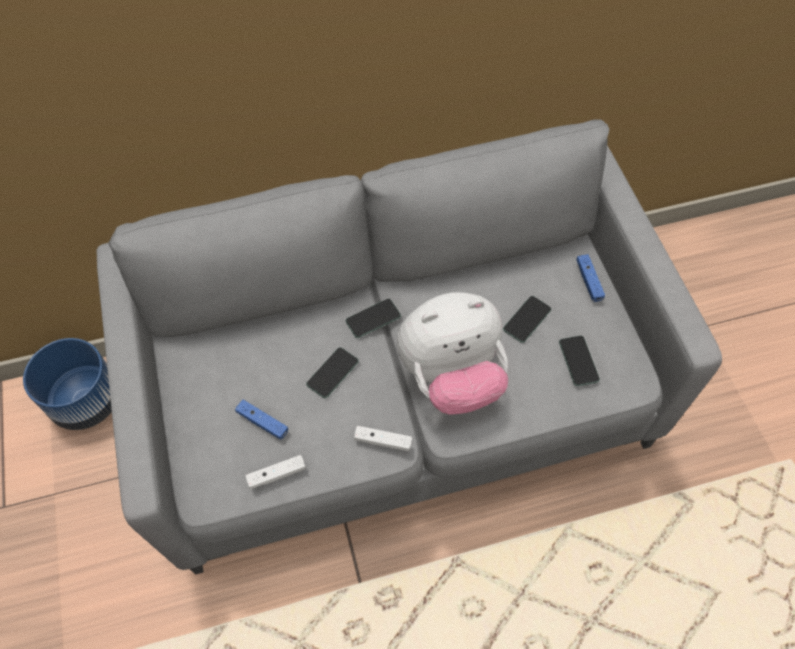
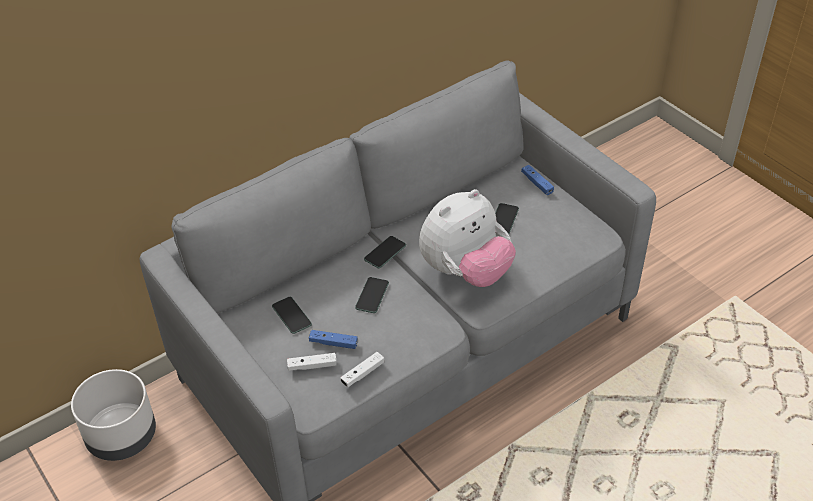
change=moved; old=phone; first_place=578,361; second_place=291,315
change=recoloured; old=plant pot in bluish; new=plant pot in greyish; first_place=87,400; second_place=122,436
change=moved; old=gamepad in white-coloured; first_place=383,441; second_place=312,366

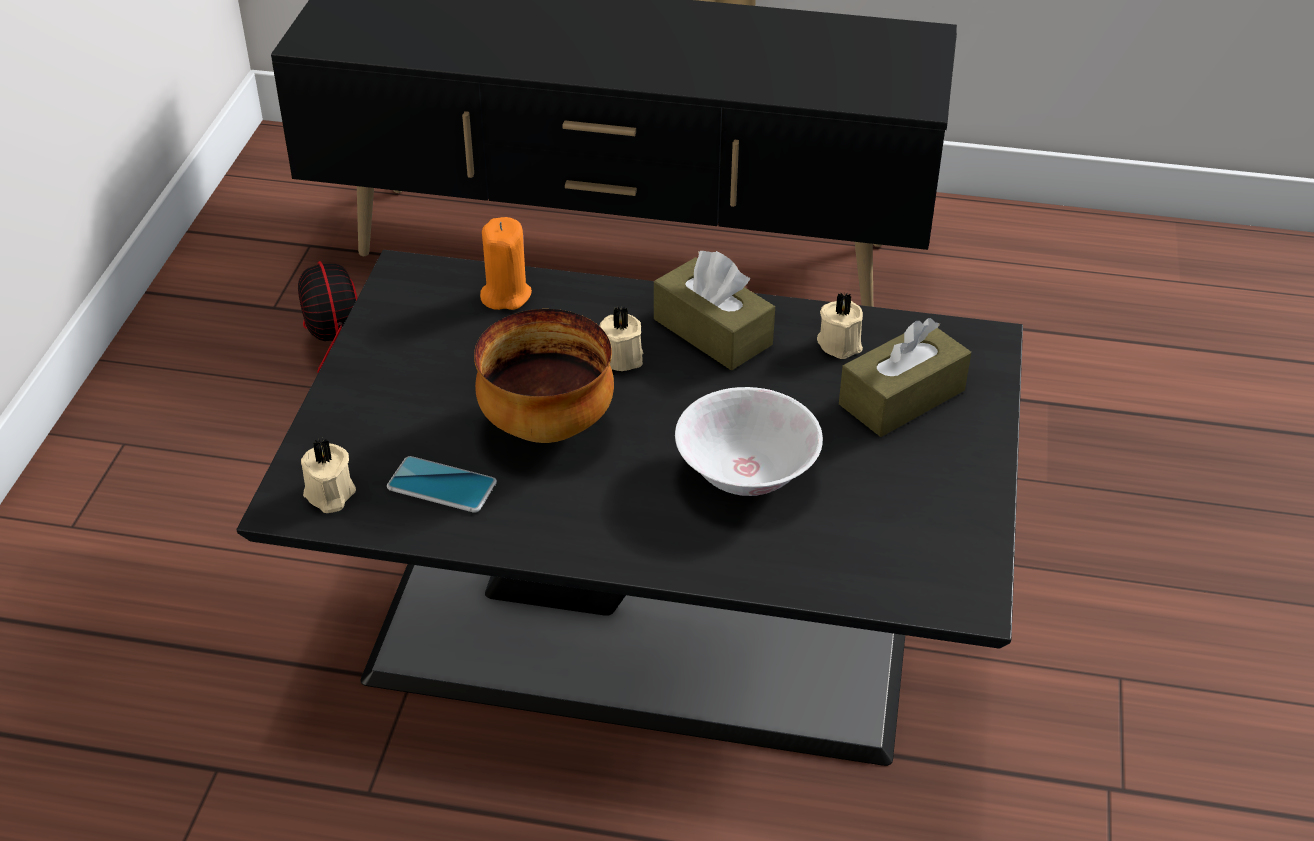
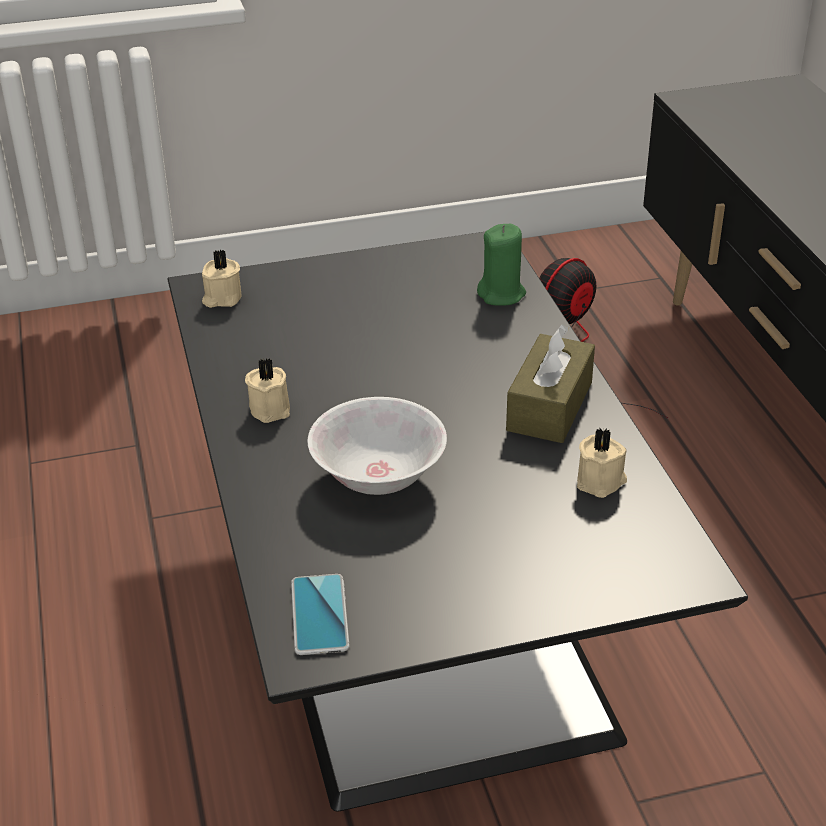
change=recoloured; old=candle in orangey; new=candle in greenish; first_place=505,295; second_place=501,294
change=moved; old=candle in beige; first_place=619,357; second_place=271,408
change=removed; old=serving bowl; first_place=547,425
change=removed; old=tissue holder in brown; first_place=901,397
change=moved; old=phone; first_place=442,485; second_place=319,615

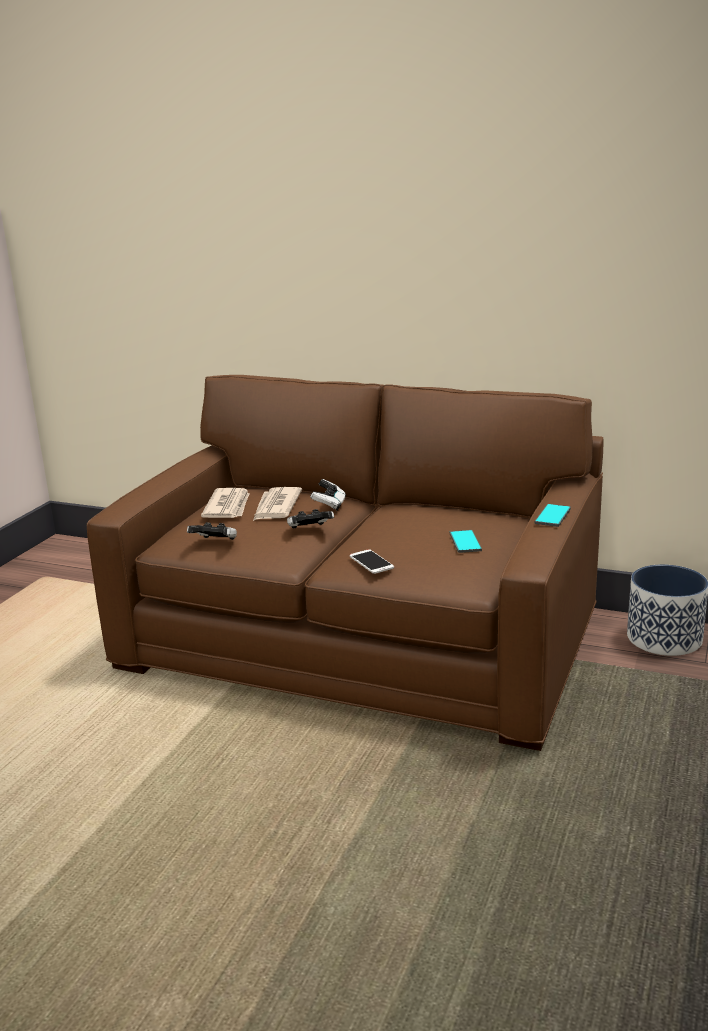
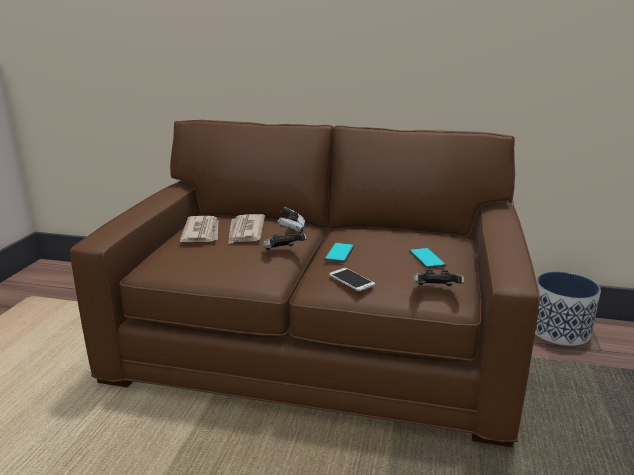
change=moved; old=phone; first_place=553,516; second_place=339,253
change=moved; old=gamepad; first_place=214,543; second_place=436,291

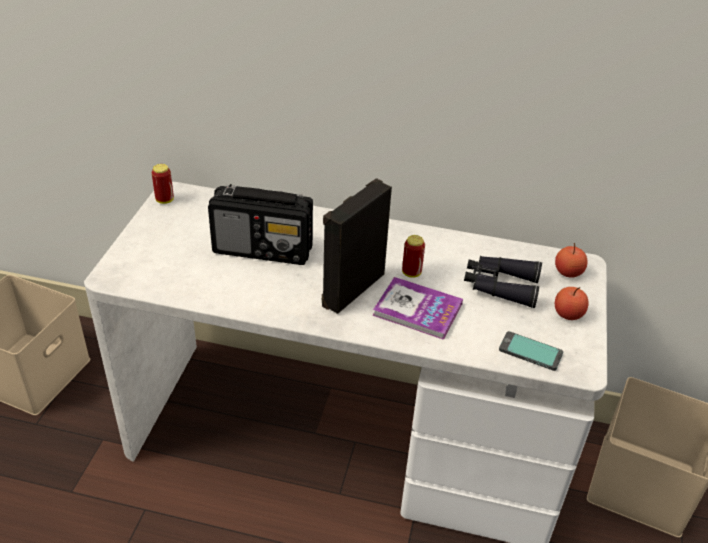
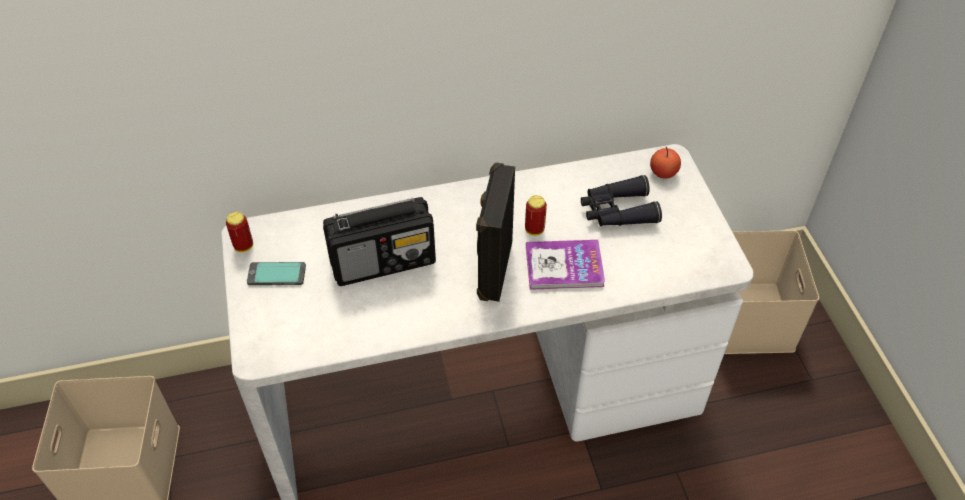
change=removed; old=apple fruit; first_place=568,314
change=moved; old=phone; first_place=530,352; second_place=276,275

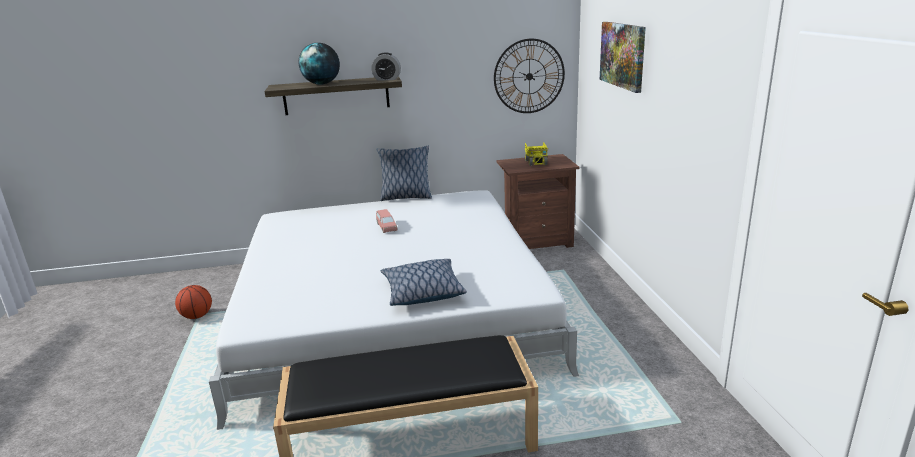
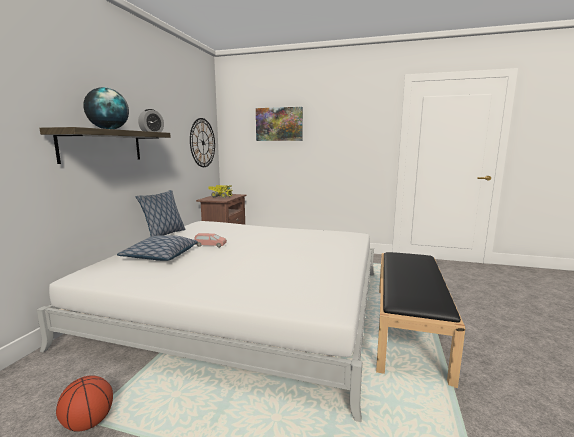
change=moved; old=cushion; first_place=422,292; second_place=160,256

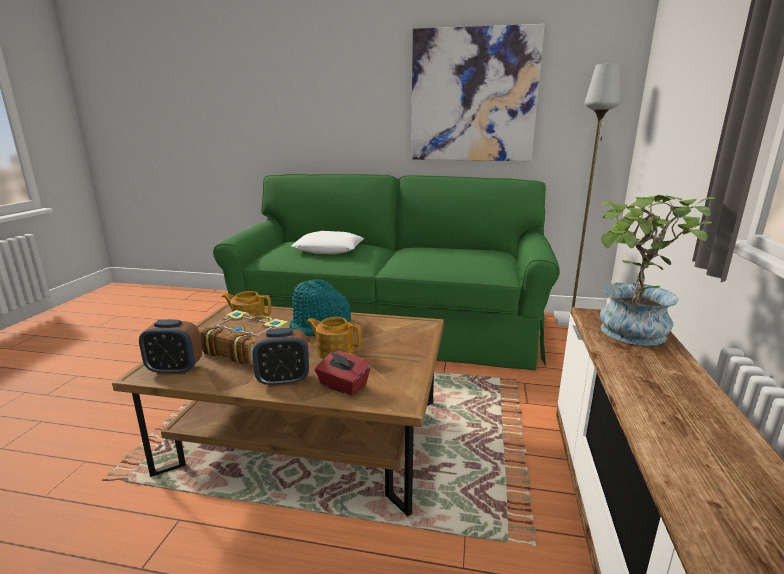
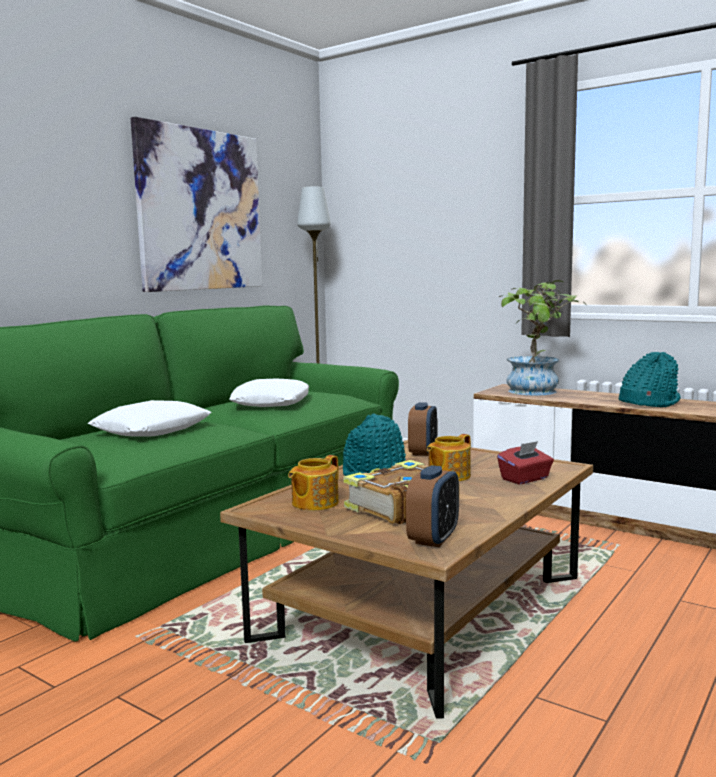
change=moved; old=alarm clock; first_place=283,380; second_place=423,452
change=added; new=clothing hat in turquoise-coloured; second_place=648,402
change=added; new=cushion in white-coloured; second_place=271,402

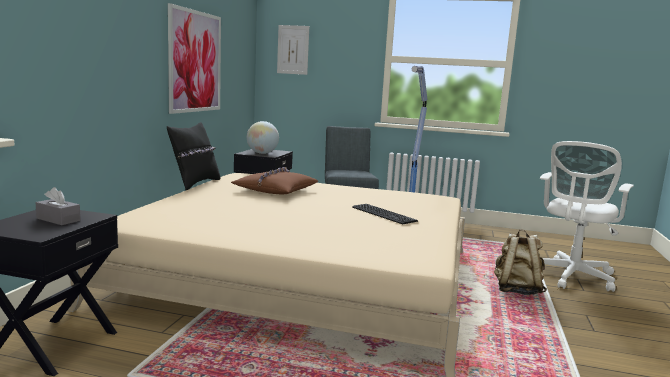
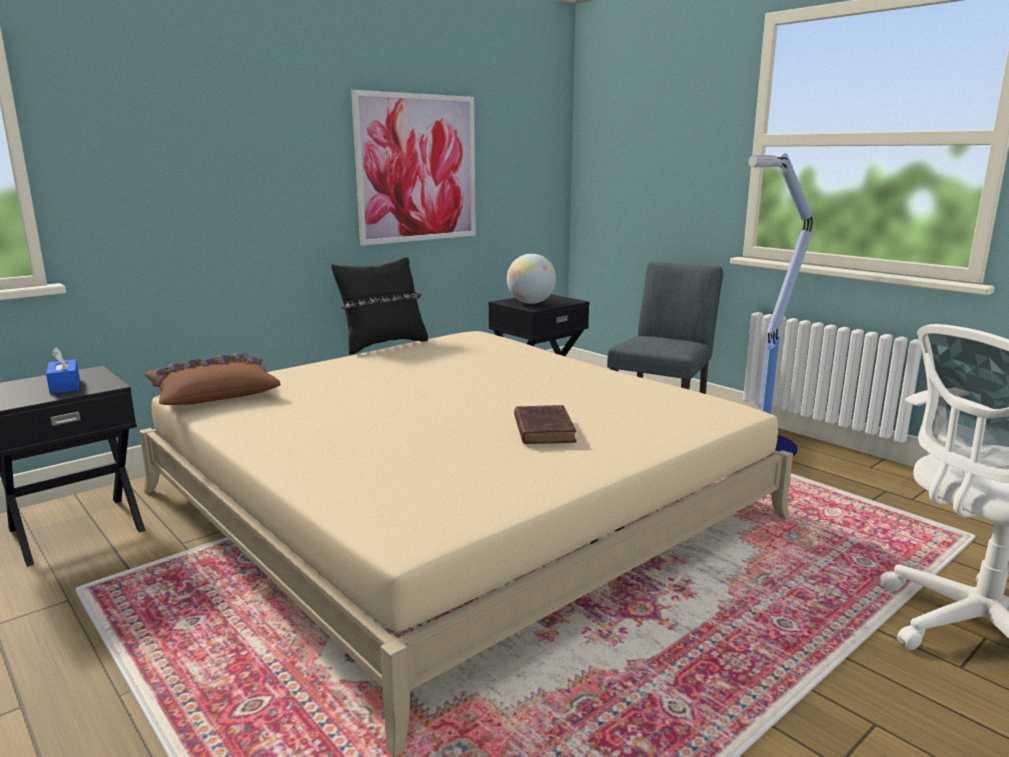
change=removed; old=picture; first_place=293,50
change=moved; old=cushion in brown; first_place=275,190; second_place=212,393
change=recoloured; old=tissue holder in greyish; new=tissue holder in bluish; first_place=58,219; second_place=65,385
change=replaced; old=PC keyboard; new=volume in brown; first_place=384,213; second_place=543,429
change=removed; old=knapsack in beige; first_place=516,290

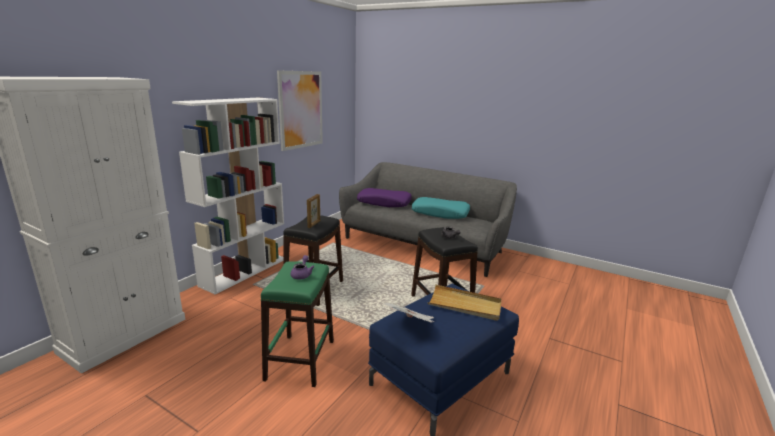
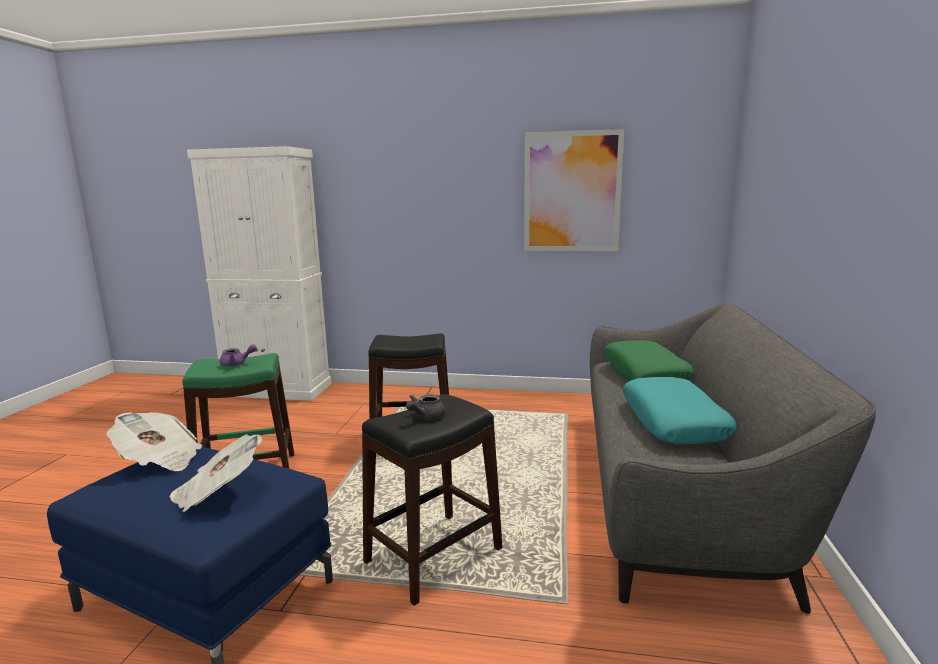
change=removed; old=bookshelf in white-coloured; first_place=245,271
change=recoloured; old=cushion in purple-coloured; new=cushion in greenish; first_place=384,203; second_place=645,373
change=removed; old=picture frame; first_place=314,224
change=replaced; old=serving tray in beige; new=printed paper; first_place=465,305; second_place=218,493

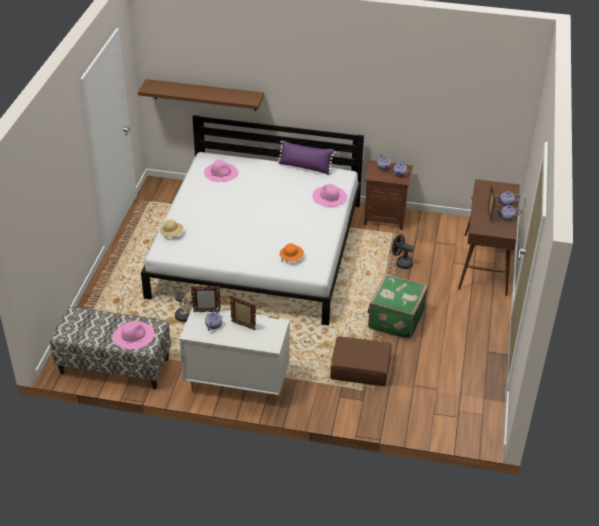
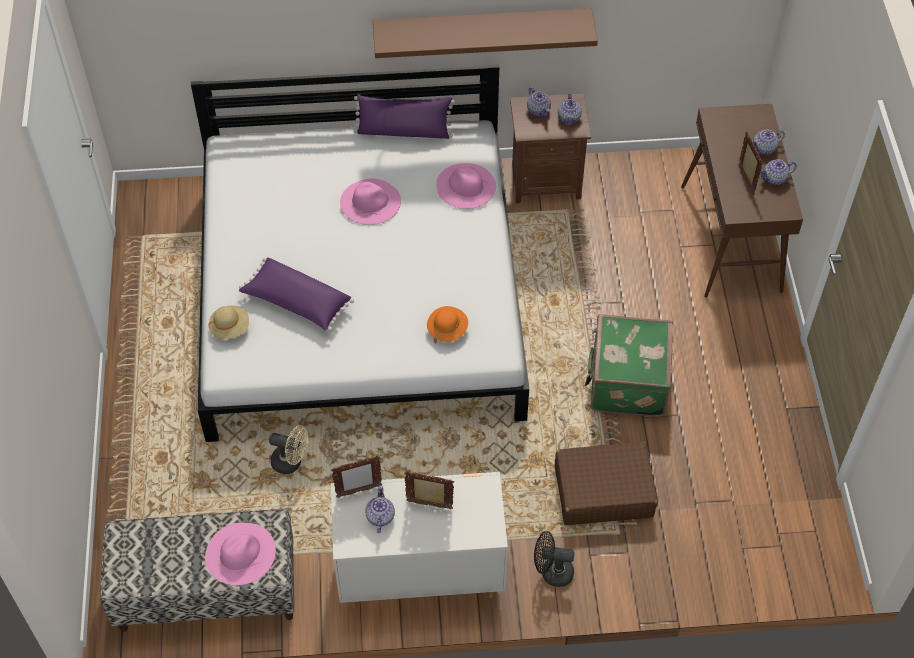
change=moved; old=wall shelf in brown; first_place=204,95; second_place=482,28
change=moved; old=clothing hat in pinkish; first_place=221,172; second_place=370,201
change=moved; old=electric fan in black-coloured; first_place=401,263; second_place=552,572
change=added; new=cushion in purple-coloured; second_place=296,303

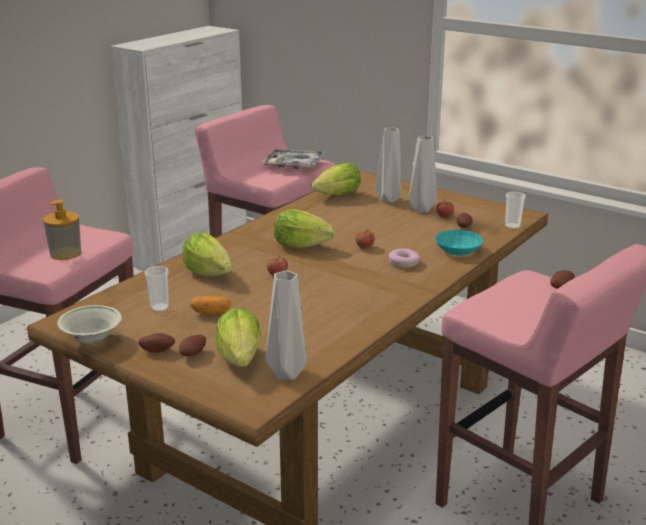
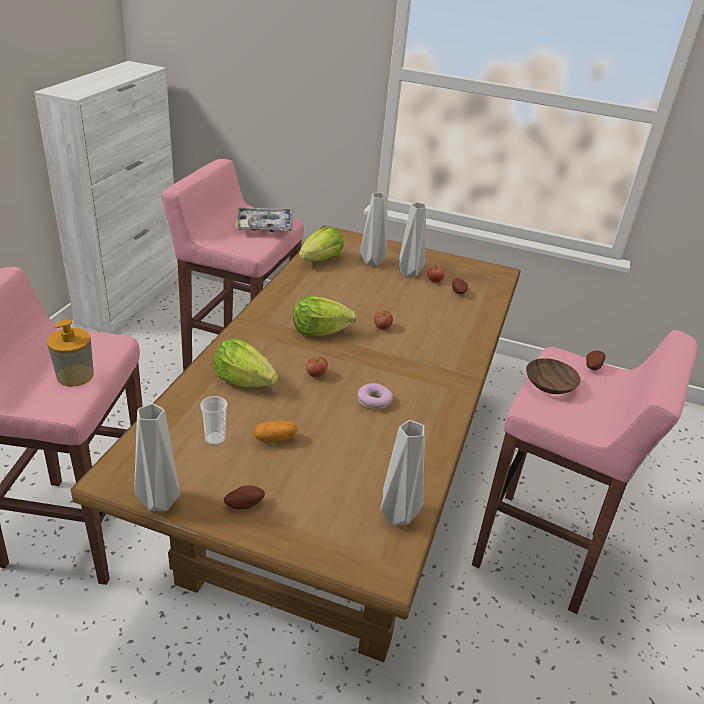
change=removed; old=cup; first_place=512,226
change=removed; old=serving bowl in turquoise-coloured; first_place=458,250
change=moved; old=ring doughnut; first_place=403,263; second_place=374,401
change=replaced; old=serving bowl in white-coloured; new=vase in greyish; first_place=92,340; second_place=161,501
change=removed; old=head of lettuce; first_place=240,358
change=removed; old=spud; first_place=194,354
change=added; new=serving bowl in brown; second_place=550,386

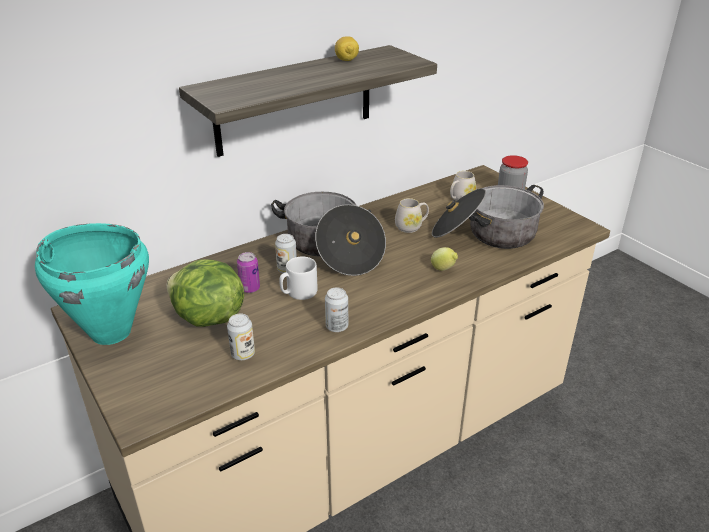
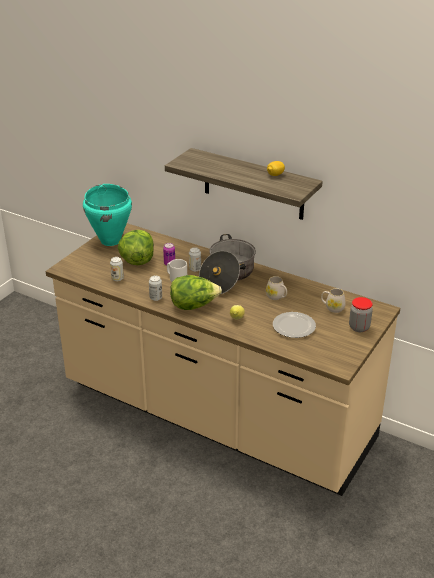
change=replaced; old=cooking pot; new=plate; first_place=485,234; second_place=293,326
change=added; new=head of lettuce; second_place=194,306

